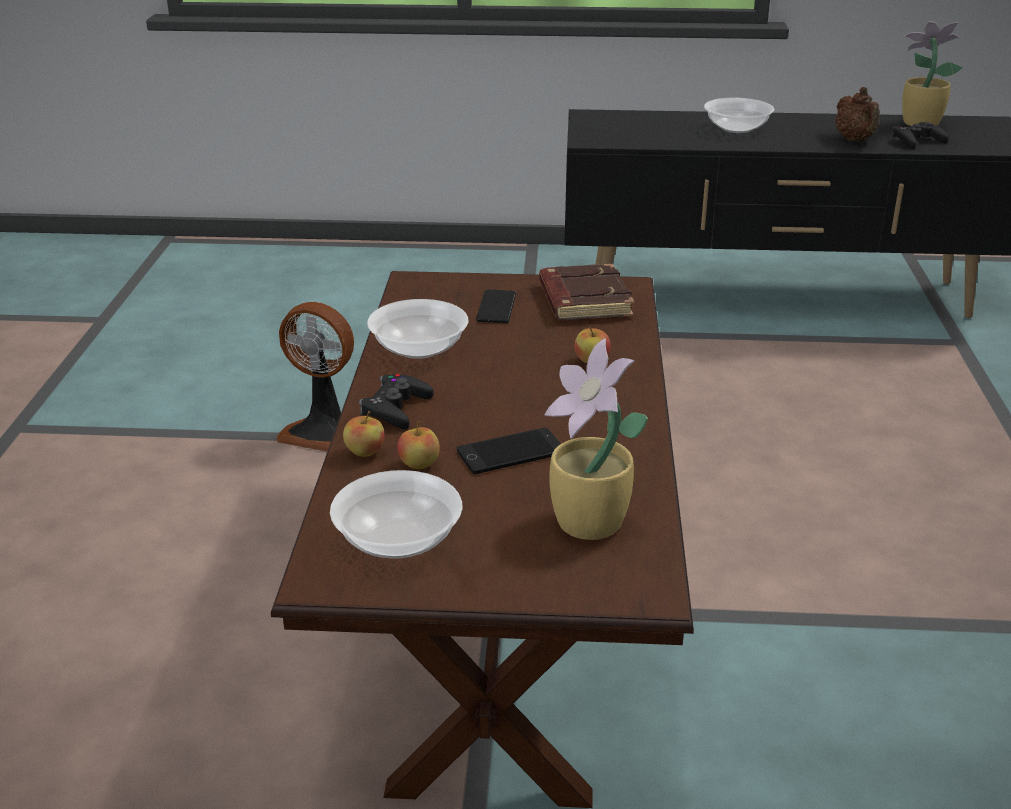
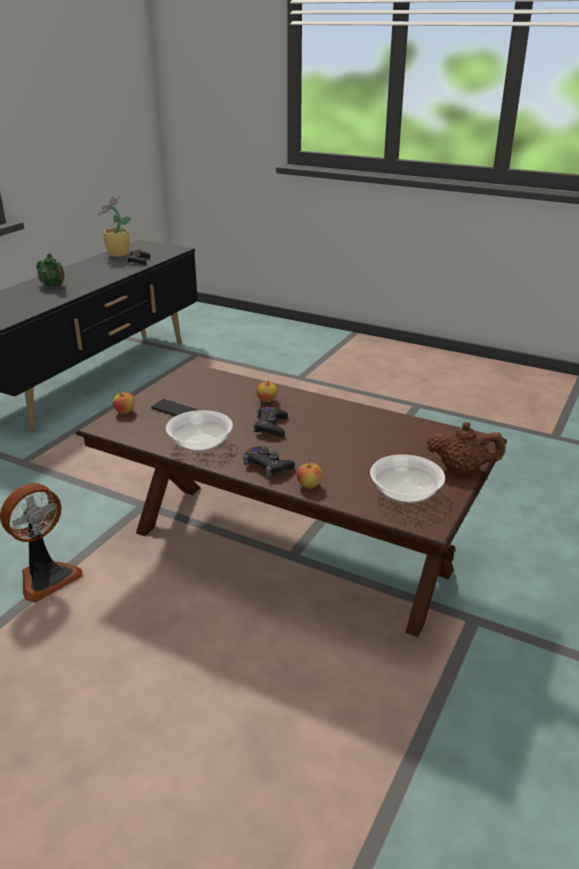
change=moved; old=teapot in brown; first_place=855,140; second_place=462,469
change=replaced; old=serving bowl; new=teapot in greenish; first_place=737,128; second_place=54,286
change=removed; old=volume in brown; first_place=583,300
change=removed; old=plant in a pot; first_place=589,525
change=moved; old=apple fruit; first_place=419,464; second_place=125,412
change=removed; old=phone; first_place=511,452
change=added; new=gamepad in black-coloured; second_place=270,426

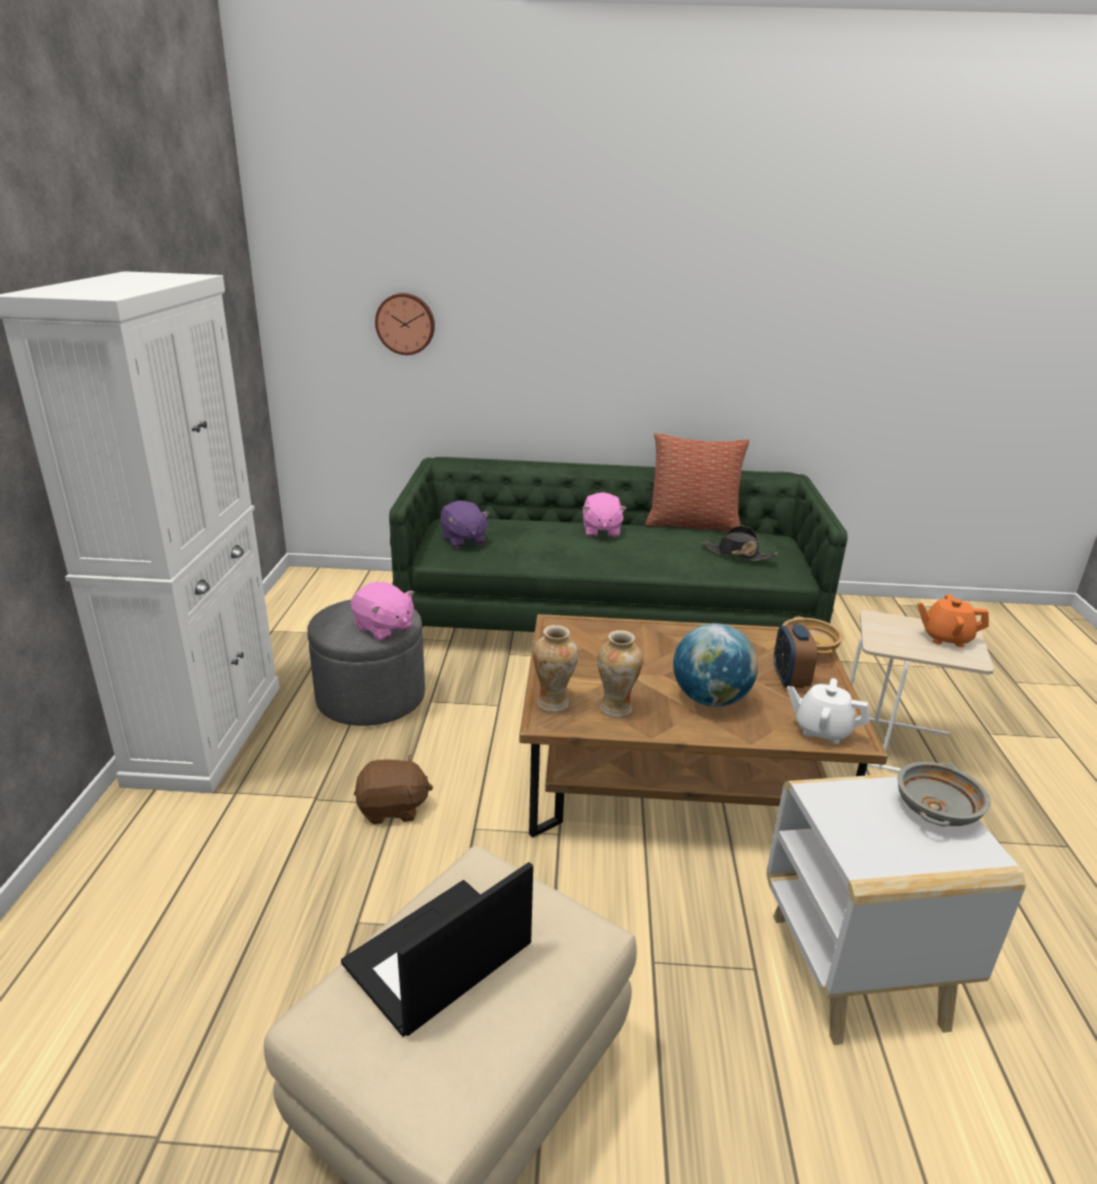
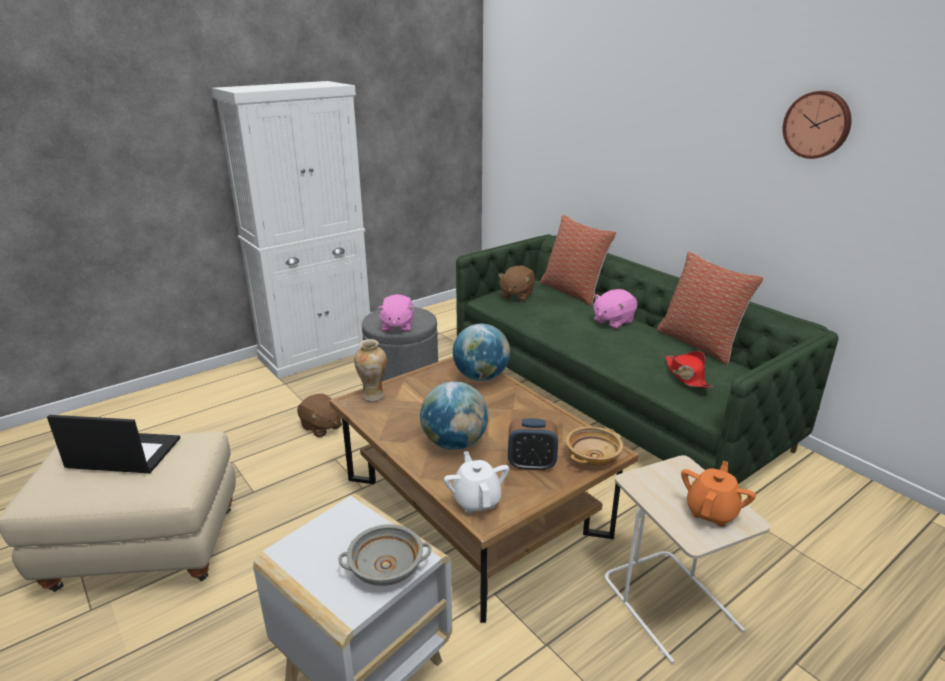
change=moved; old=hanging clock; first_place=405,323; second_place=817,124
change=recoloured; old=plush toy in purple-coloured; new=plush toy in brown; first_place=463,540; second_place=516,295
change=recoloured; old=clothing hat in black-coloured; new=clothing hat in red; first_place=737,554; second_place=686,375
change=turned; old=teapot in orangey; first_place=945,638; second_place=711,511; degrees=60
change=turned; old=alarm clock; first_place=789,679; second_place=531,464; degrees=-135
change=removed; old=vase; first_place=615,709
change=added; new=cushion; second_place=573,291
change=added; new=desk globe; second_place=481,377

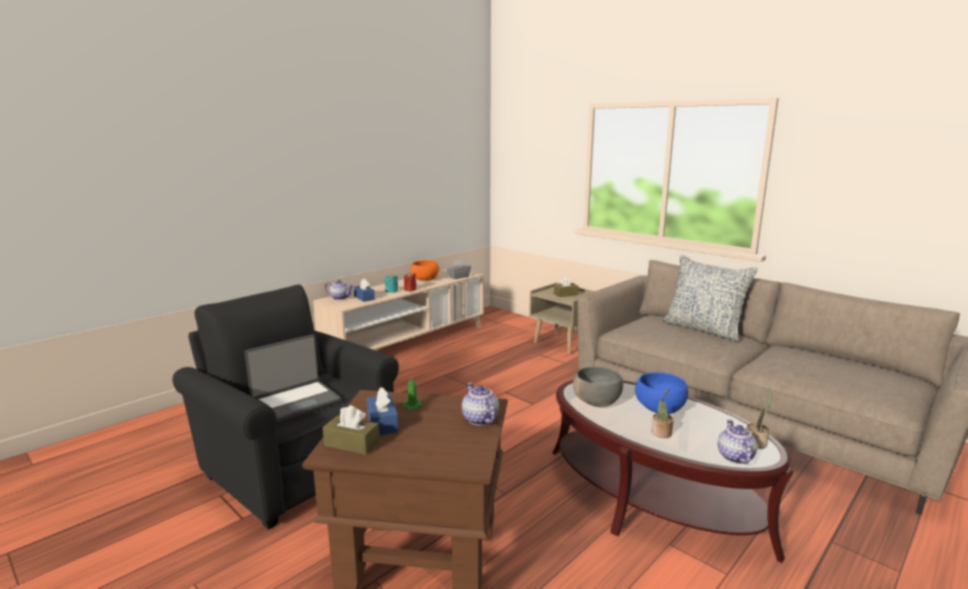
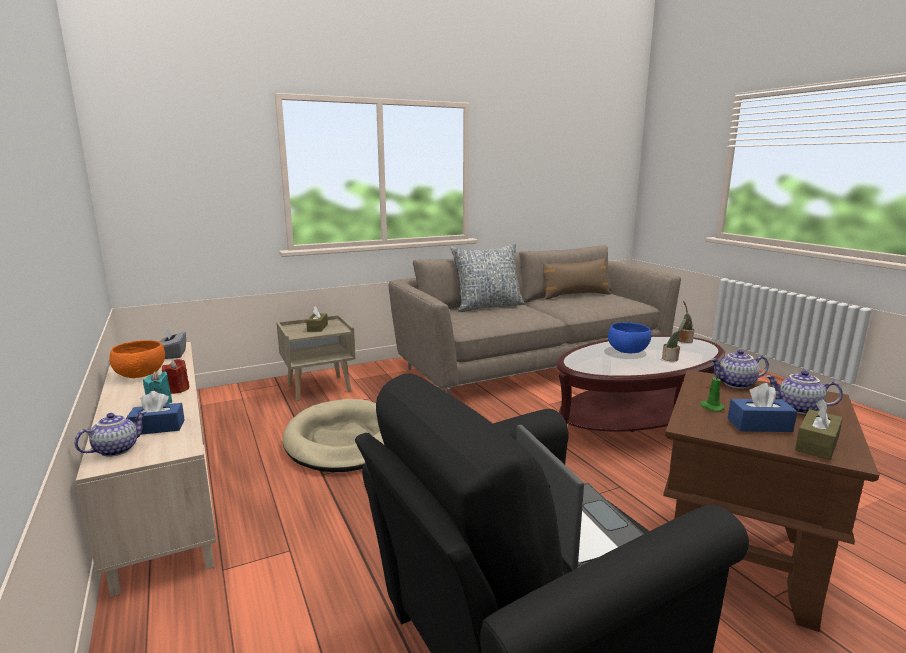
change=removed; old=serving bowl in greyish; first_place=596,401
change=moved; old=teapot; first_place=734,457; second_place=798,409
change=added; new=cushion in brown; second_place=575,295
change=added; new=dog bed in beige; second_place=343,440

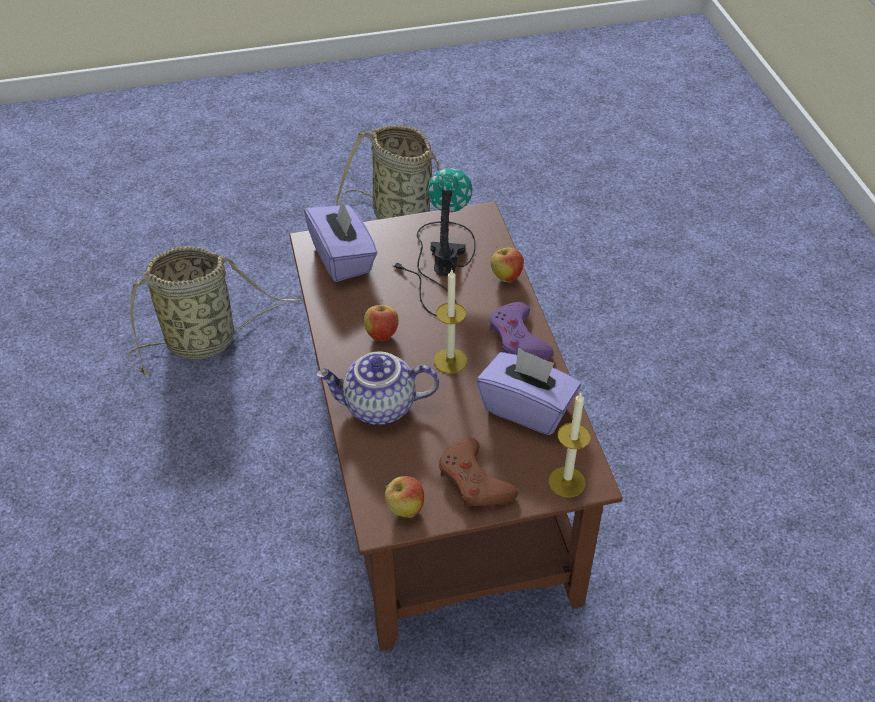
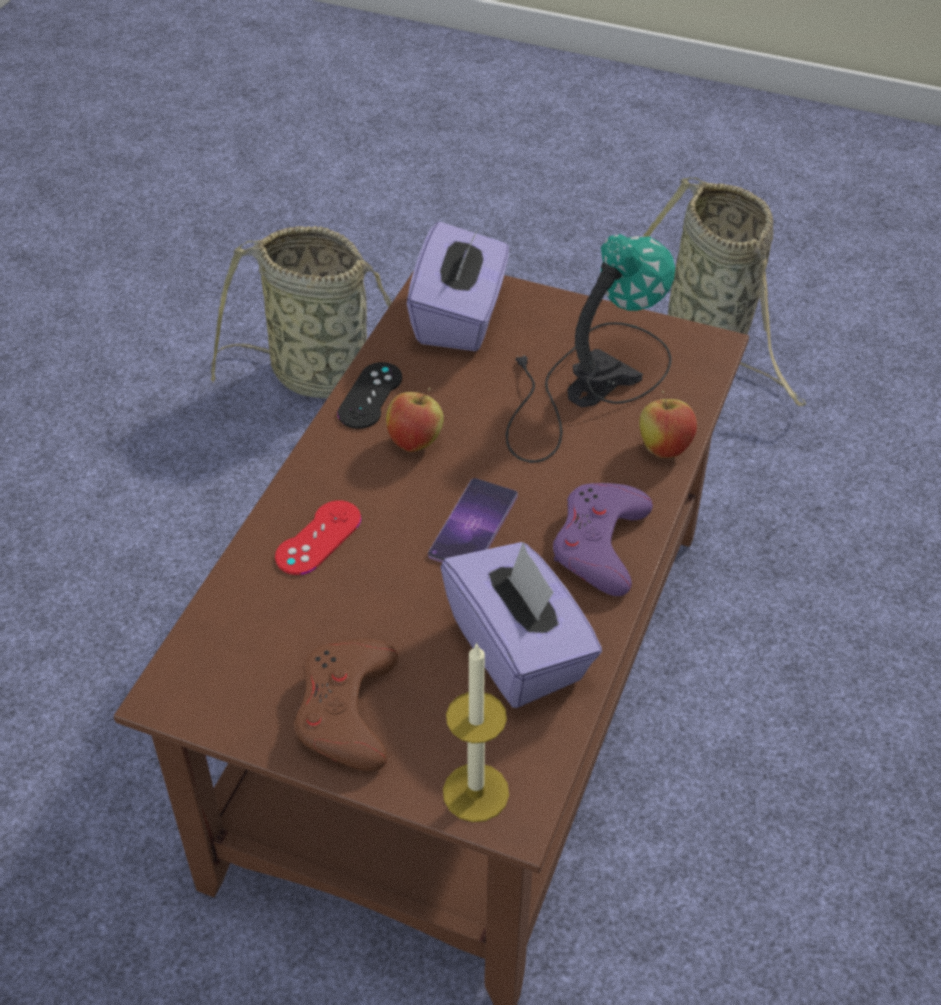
change=replaced; old=candle; new=phone; first_place=450,361; second_place=473,525
change=replaced; old=teapot; new=gamepad in red; first_place=379,408; second_place=318,538
change=removed; old=apple fruit; first_place=405,509
change=added; new=gamepad in black-coloured; second_place=370,396

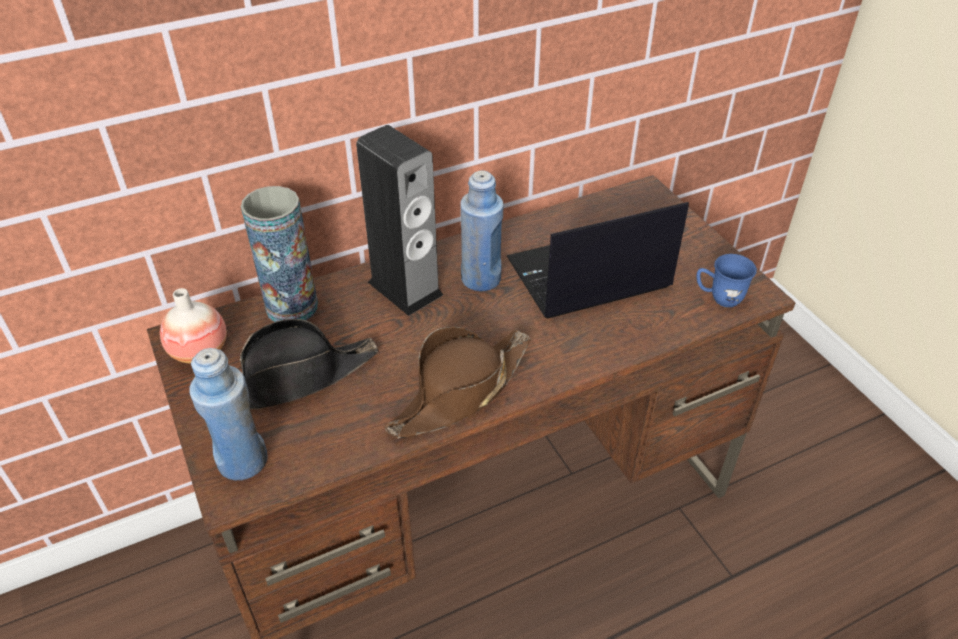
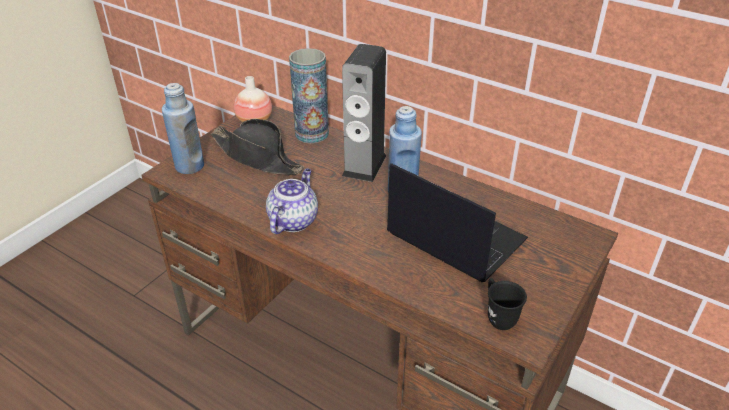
change=recoloured; old=mug in bluish; new=mug in black-coloured; first_place=719,298; second_place=498,316
change=replaced; old=clothing hat in brown; new=teapot; first_place=460,391; second_place=293,220

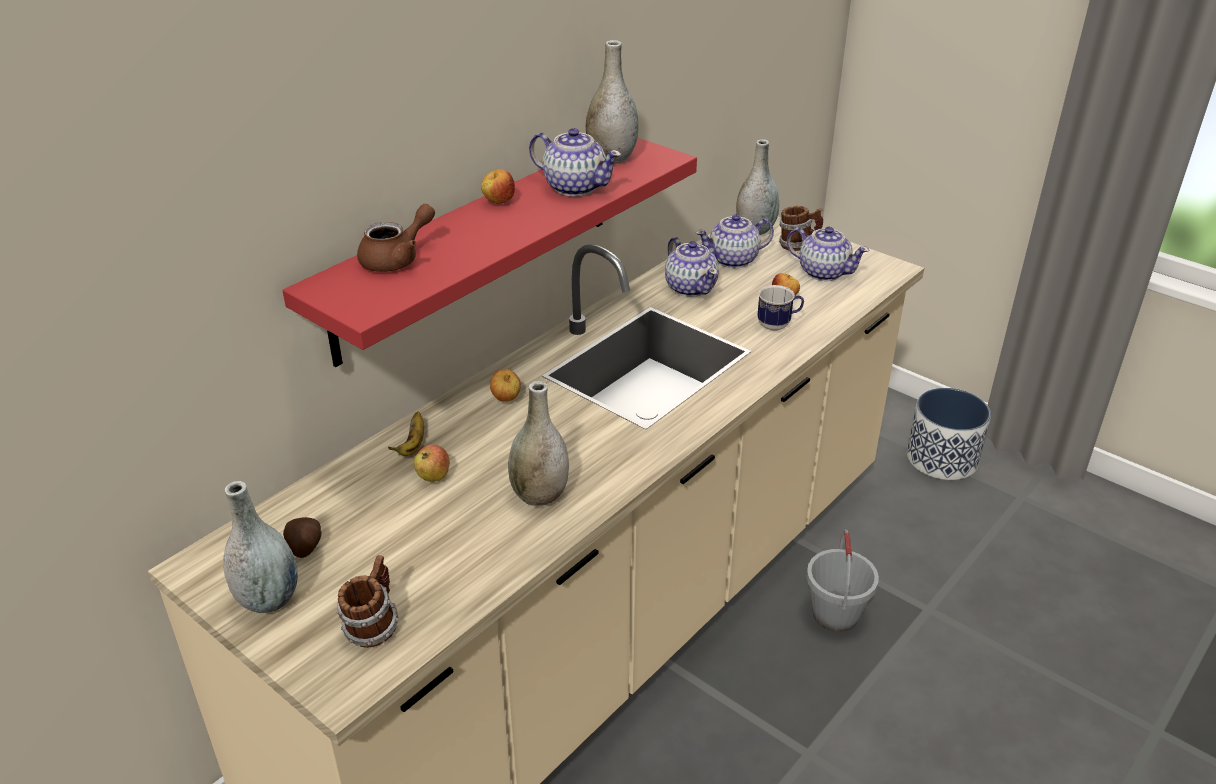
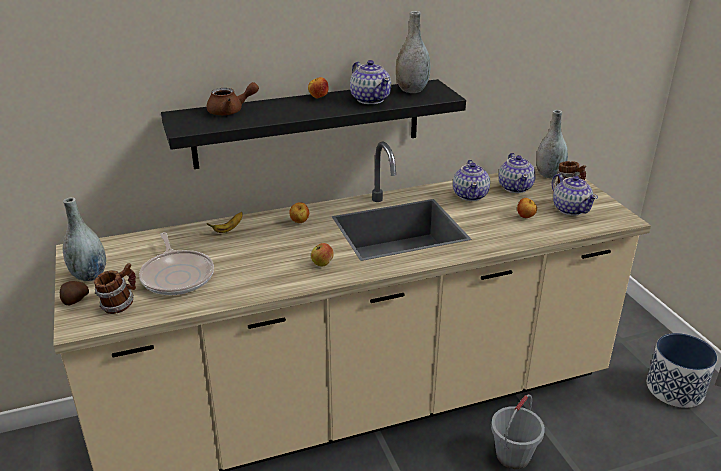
change=recoloured; old=wall shelf in red; new=wall shelf in black-coloured; first_place=477,245; second_place=308,123
change=turned; old=teapot; first_place=733,260; second_place=515,187; degrees=-105
change=removed; old=mug; first_place=778,325
change=removed; old=vase in greyish; first_place=539,495
change=moved; old=apple fruit; first_place=433,476; second_place=322,264
change=moved; old=spud; first_place=304,548; second_place=75,301
change=added; new=pan; second_place=177,275

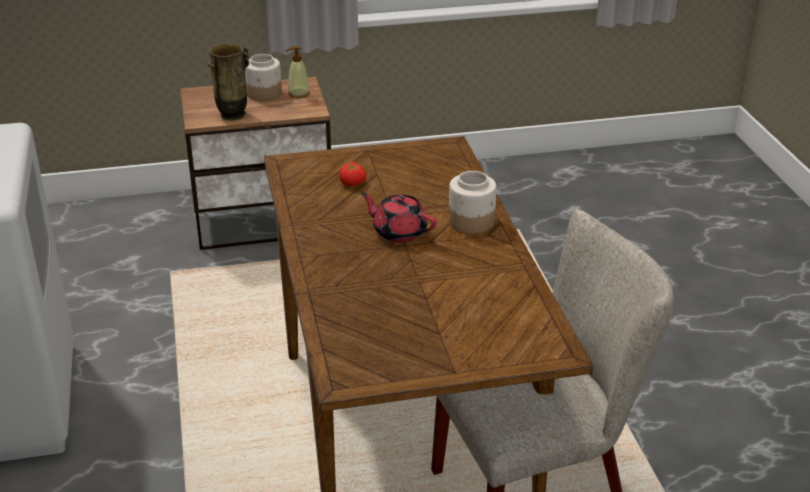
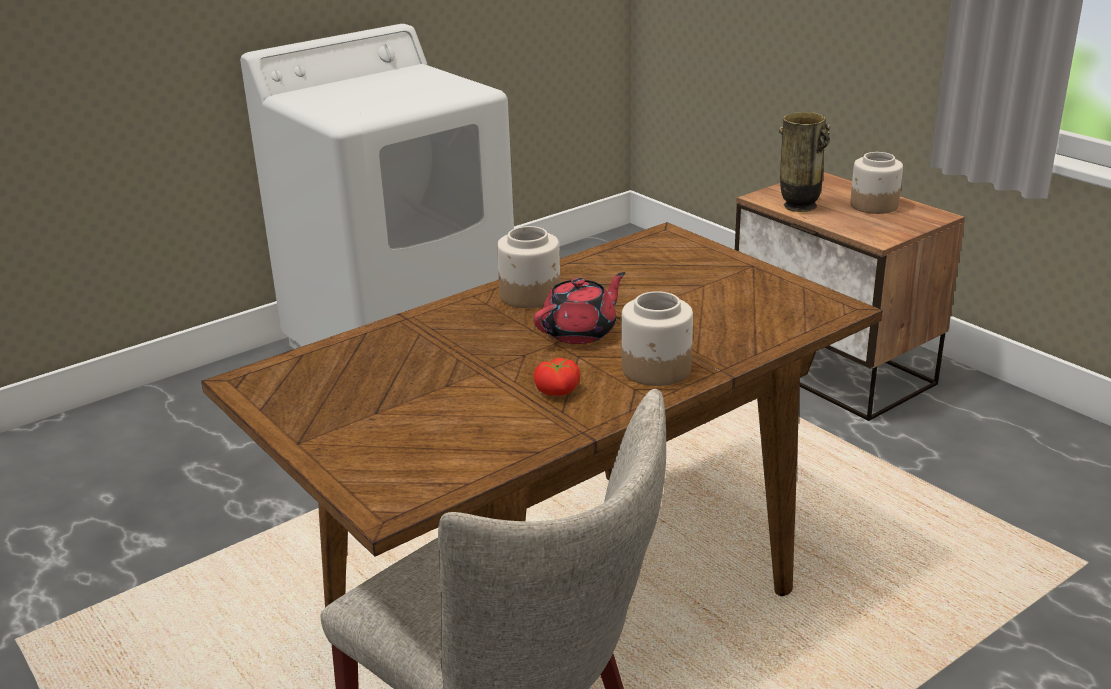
change=removed; old=soap dispenser; first_place=298,94
change=moved; old=tomato; first_place=353,182; second_place=558,391
change=turned; old=teapot in red; first_place=399,232; second_place=580,332; degrees=45
change=added; new=storage jar; second_place=531,295

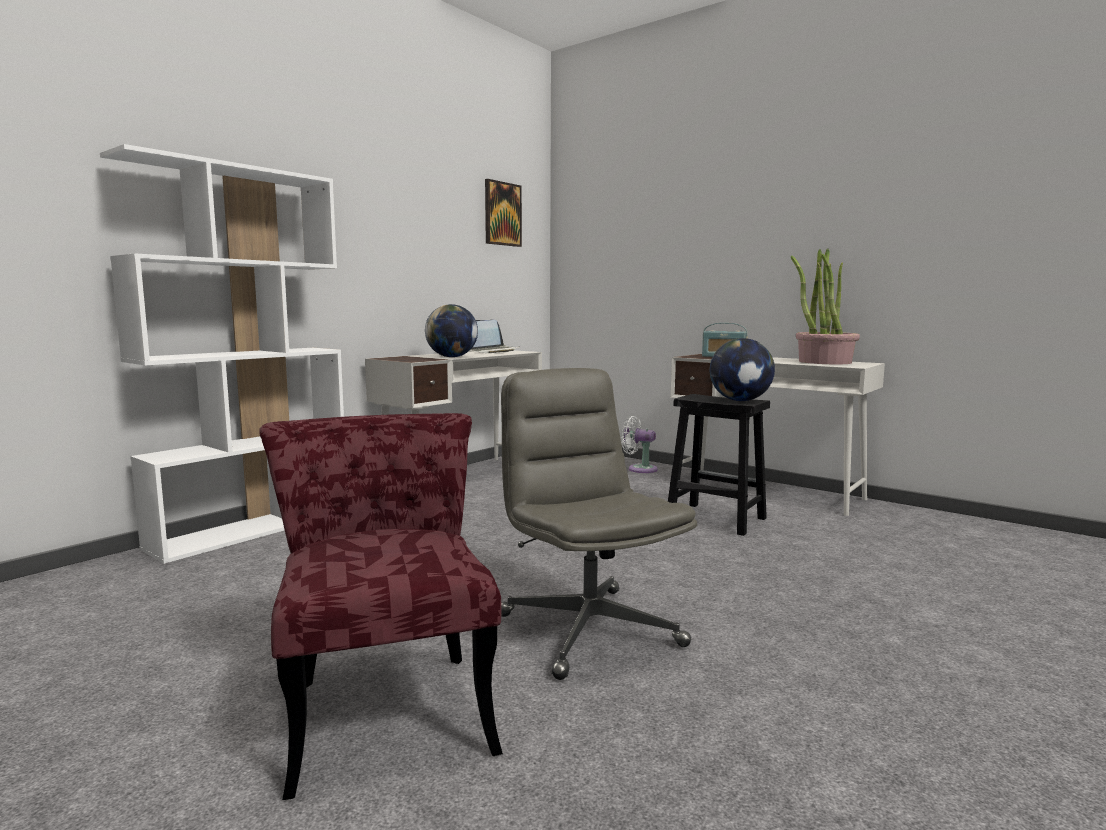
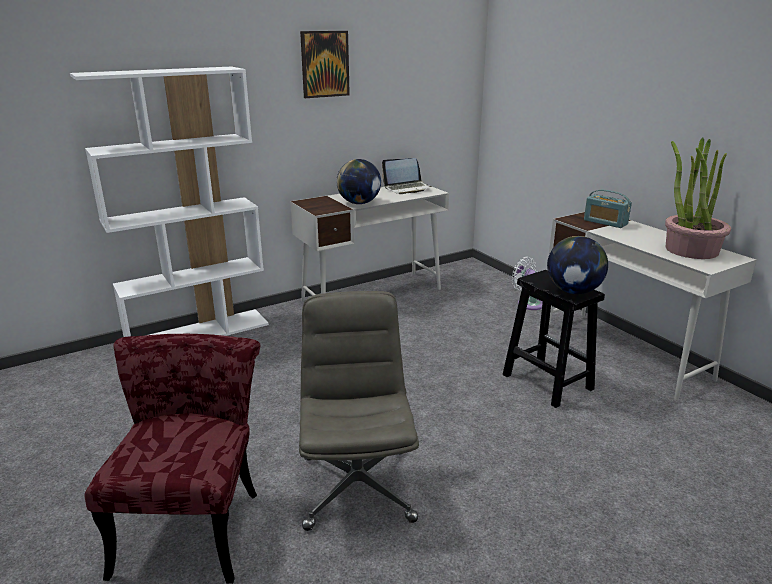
change=moved; old=picture; first_place=502,214; second_place=324,64

